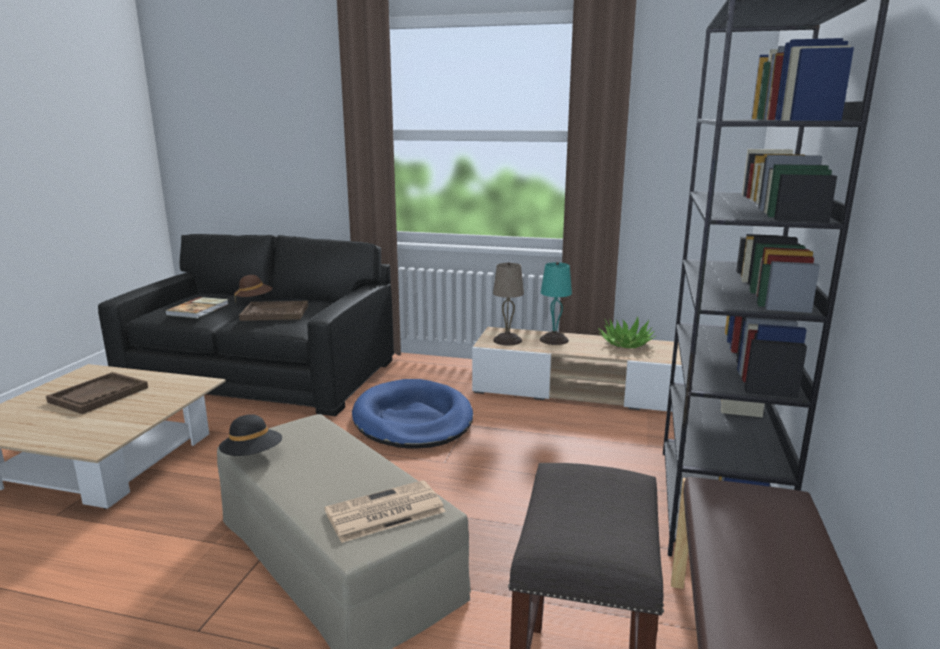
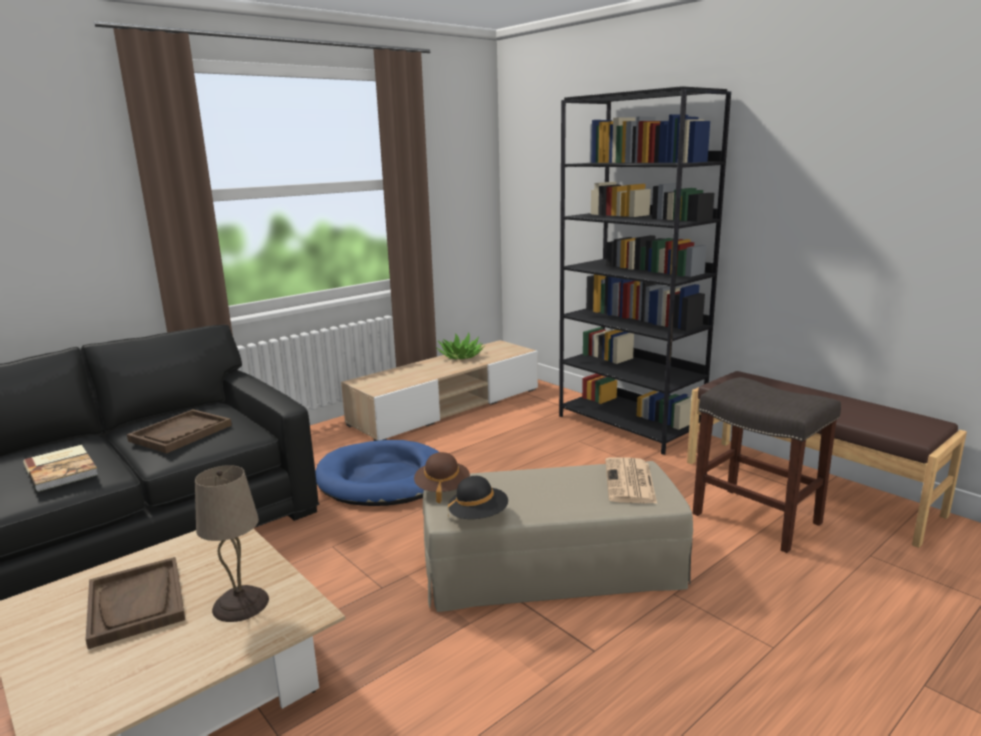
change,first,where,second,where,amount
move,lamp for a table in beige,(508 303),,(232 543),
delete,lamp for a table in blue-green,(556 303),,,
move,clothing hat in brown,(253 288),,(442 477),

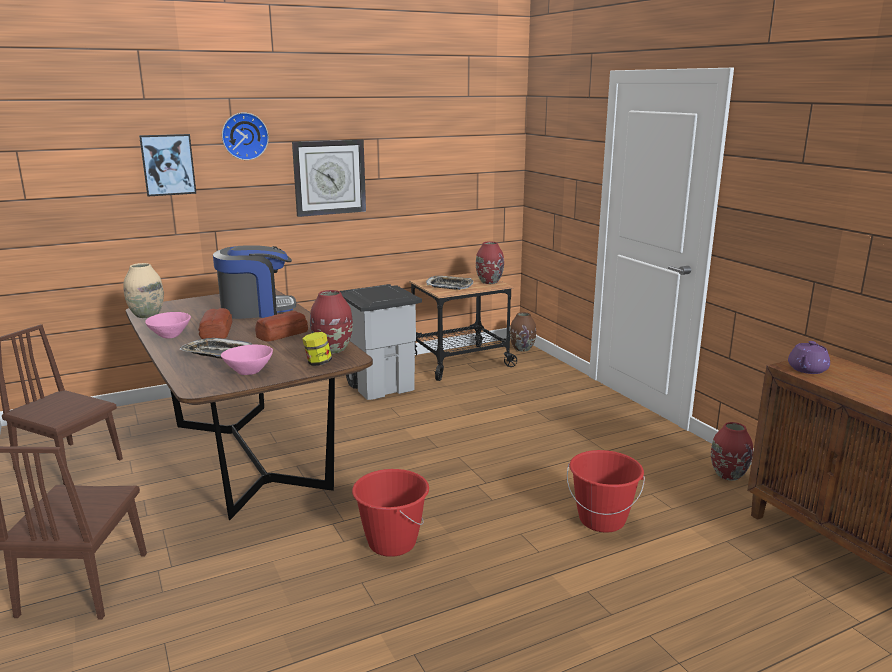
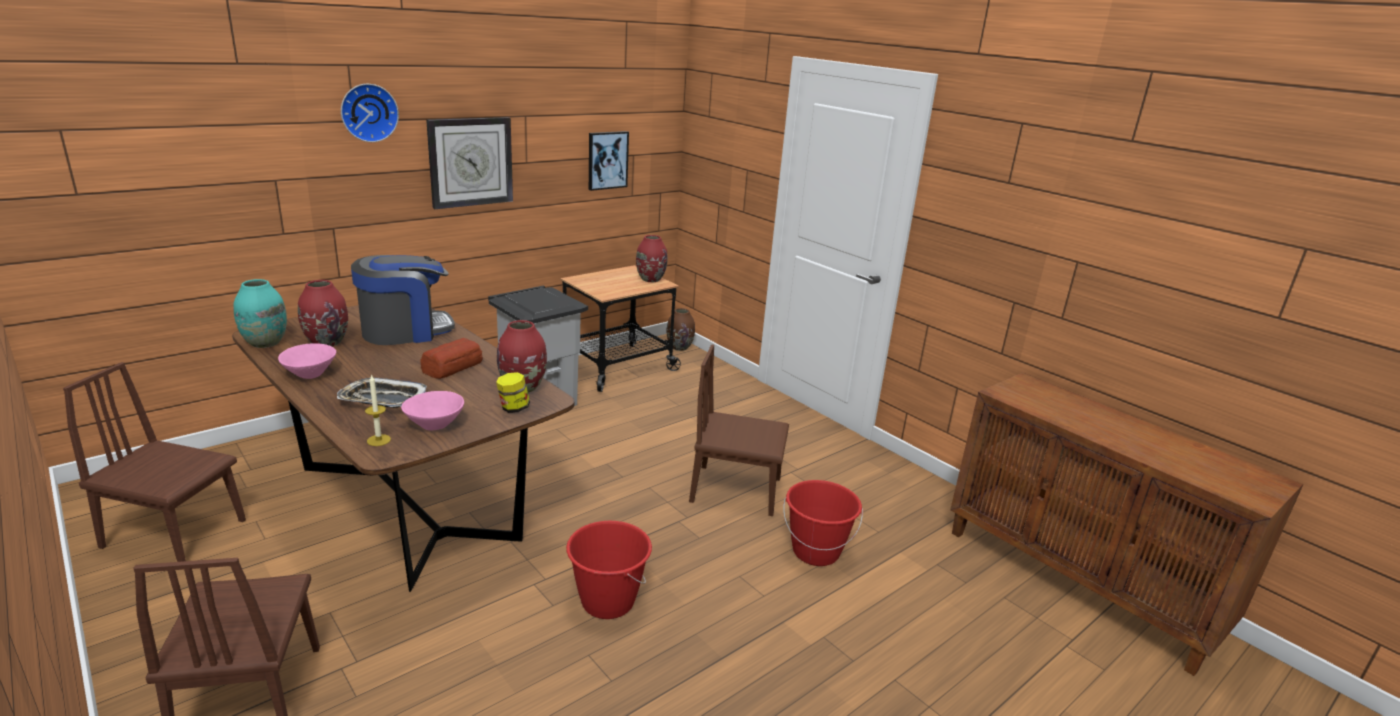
change,first,where,second,where,amount
move,wall art,(167 165),,(609 161),
recolor,vase in beige,(143 290),vase in blue-green,(260 313),
delete,carrying tray,(449 283),,,
delete,baked bread,(215 323),,,
delete,pot for tea in purple,(809 357),,,
move,vase in red,(732 451),,(323 313),
insert,,,plain chair in brown,(739 430),
insert,,,wax candle,(378 410),

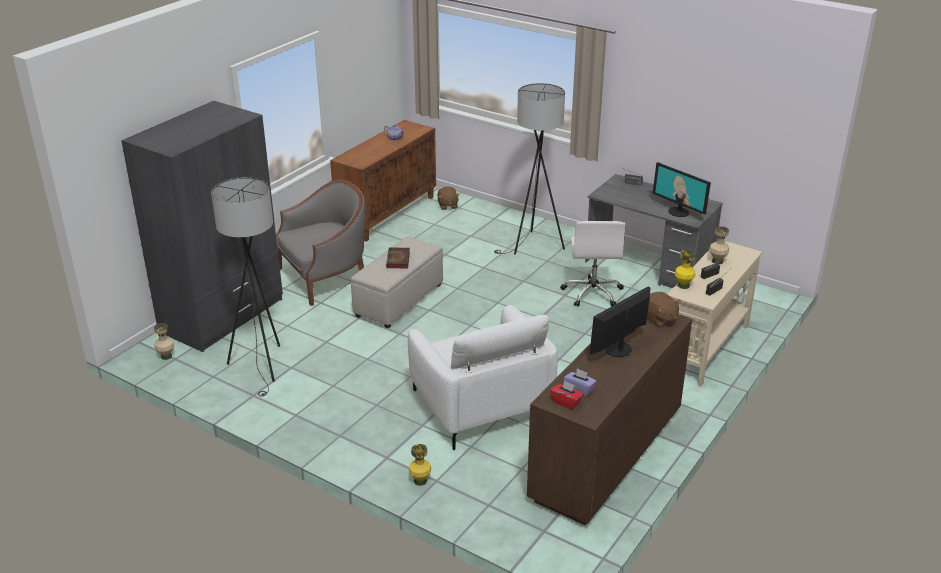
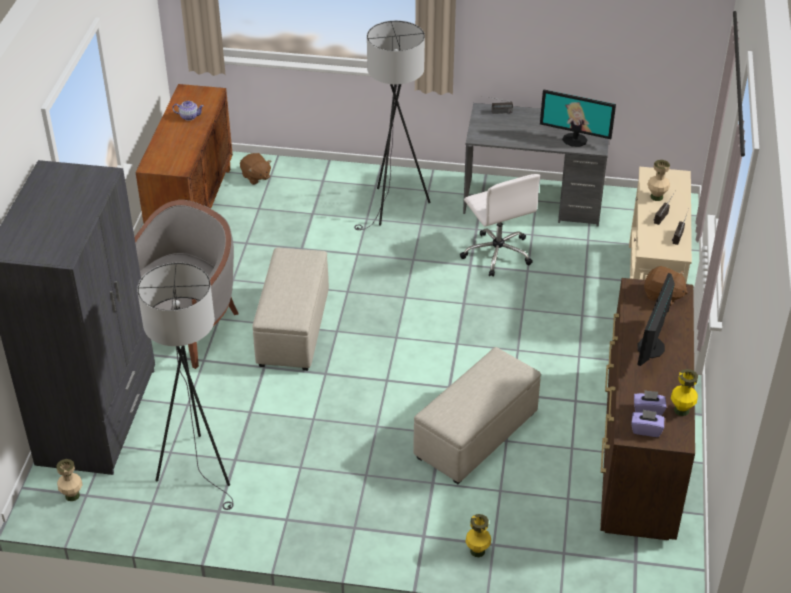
change,first,where,second,where,amount
delete,bound book,(398 258),,,
move,vase in yellow,(685 269),,(684 392),
replace,lounge chair in white,(483 377),ottoman in beige,(477 415),
recolor,box of tissues in red,(566 395),box of tissues in purple,(647 423),

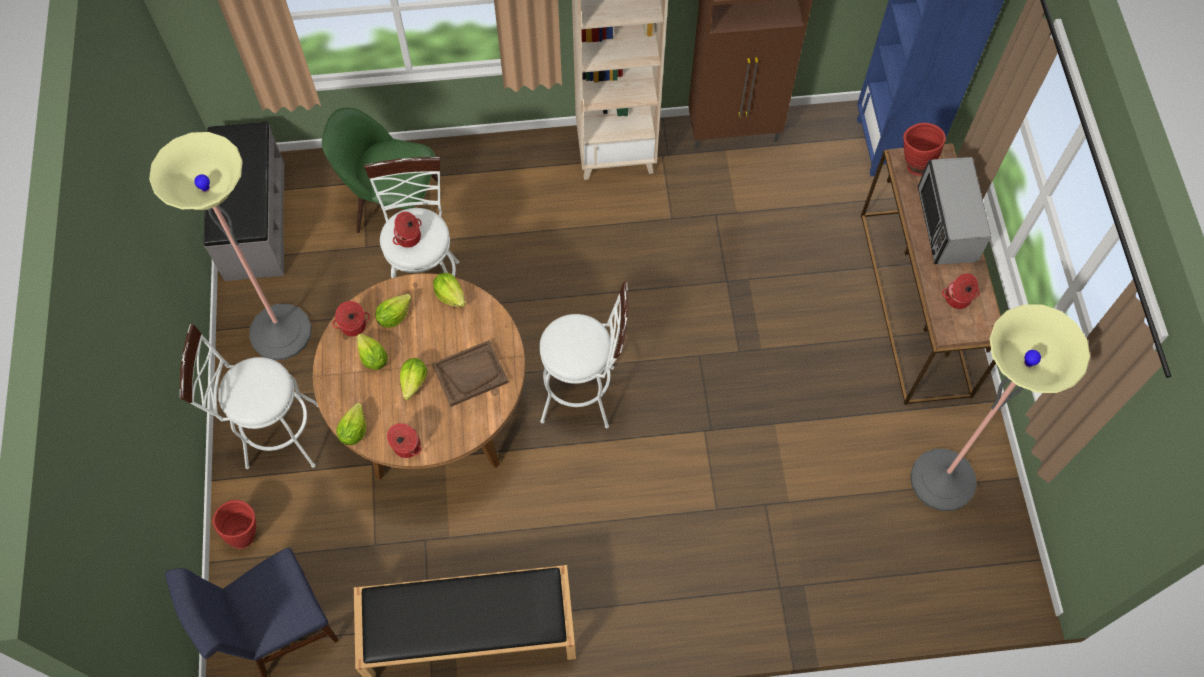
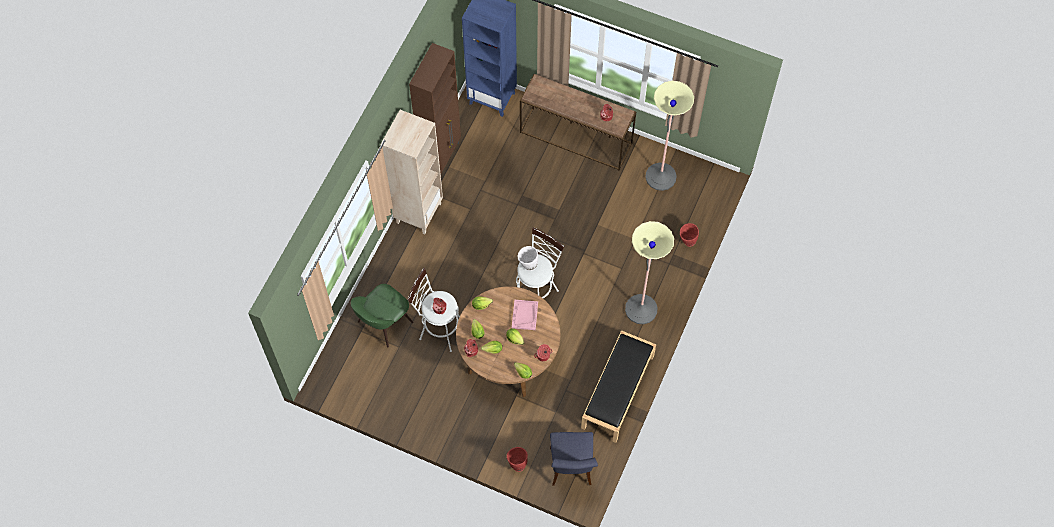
change,first,where,second,where,amount
delete,long seat in gray,(244 201),,,
move,vase in red,(924 149),,(689 235),
move,standing lamp,(230 246),,(649 272),
delete,kitchen microwave,(954 211),,,
delete,sitting stool in white,(249 396),,,
recolor,carrying tray in brown,(470 373),carrying tray in pink,(525 315),
insert,,,vase in white,(528 258),

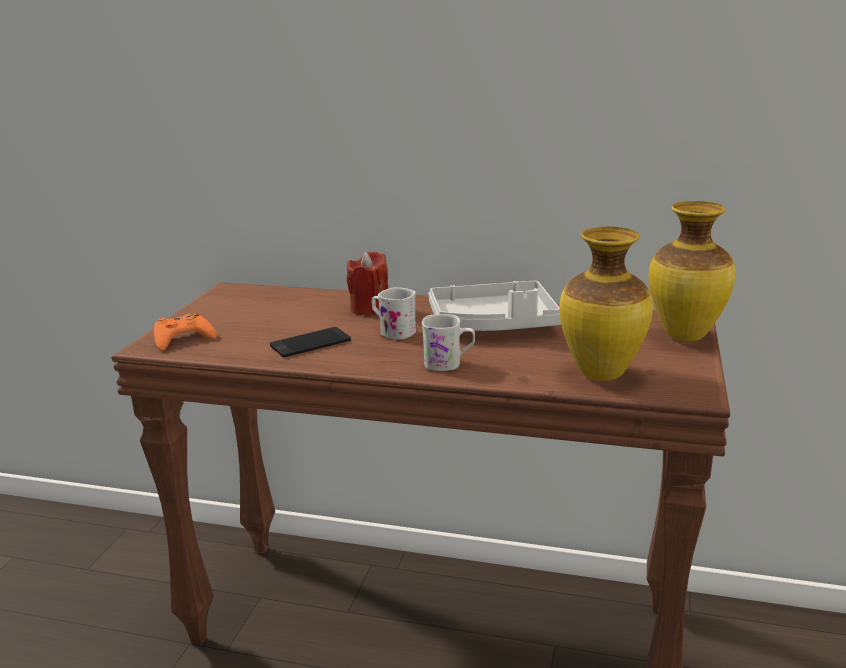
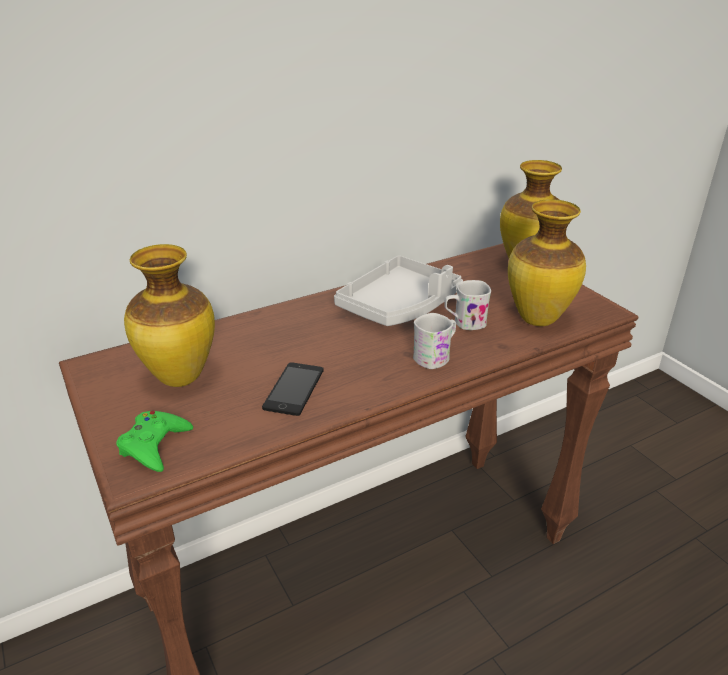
change,first,where,second,where,amount
delete,wax candle in red,(367 283),,,
move,tea mug in white,(394 313),,(467 305),
recolor,joypad in orangey,(185 332),joypad in green,(154 441),
insert,,,vase,(169 315),

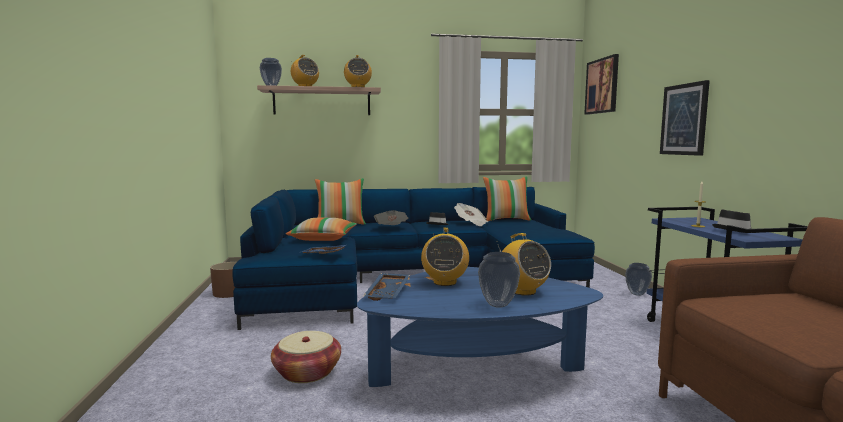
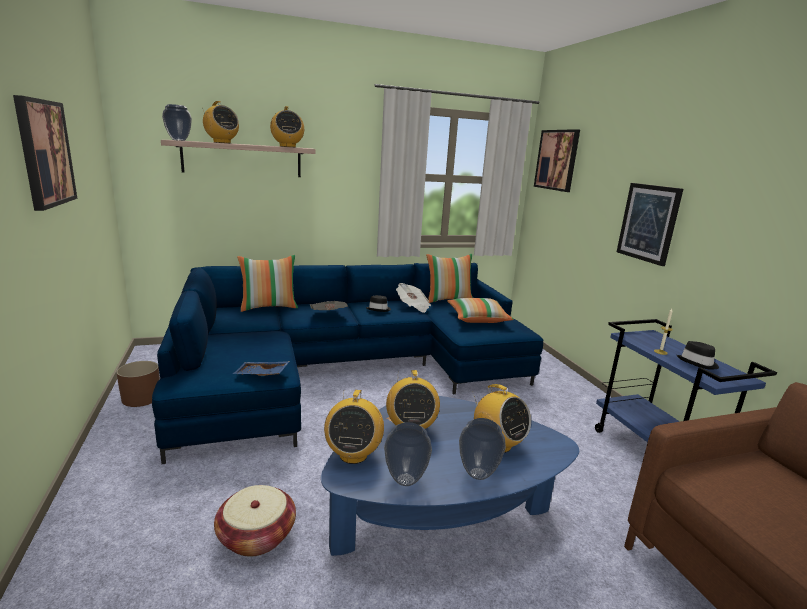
change,first,where,second,where,amount
move,throw pillow,(321 229),,(480 310),
move,vase,(638 279),,(408 454),
replace,carrying tray in blue,(386 287),radio set,(354 427),
insert,,,wall art,(45 153),

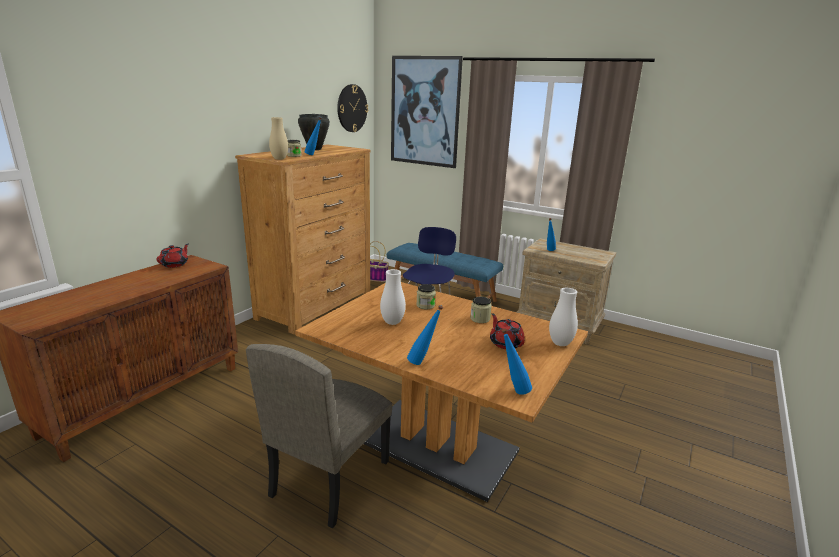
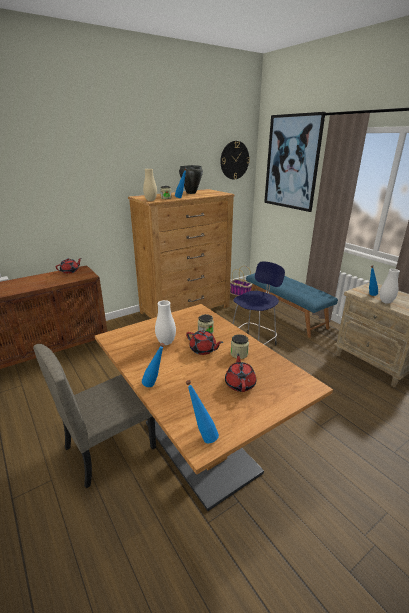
change,first,where,second,where,amount
move,vase in white,(563 317),,(390 286),
insert,,,pot for tea in red,(204 343),

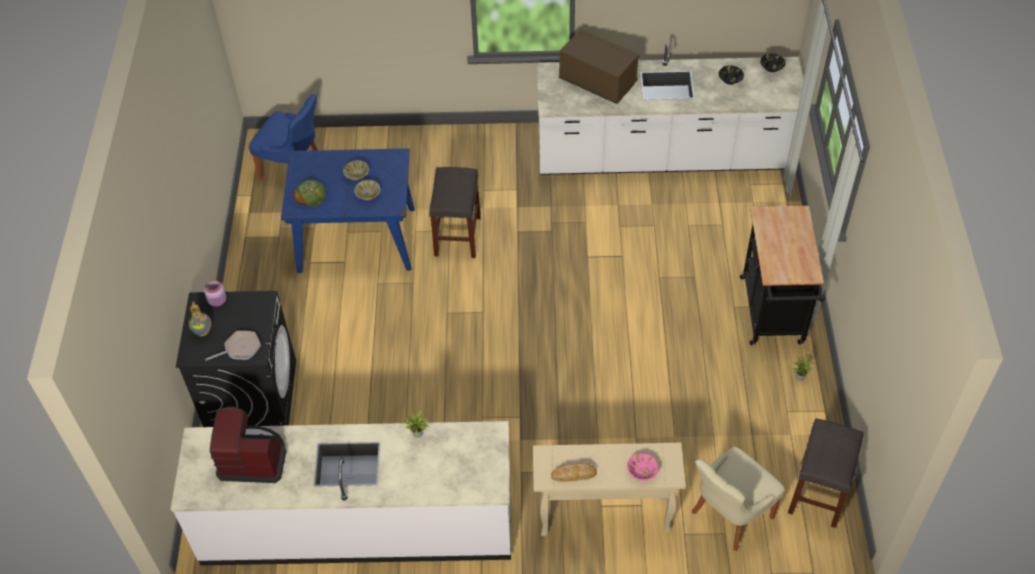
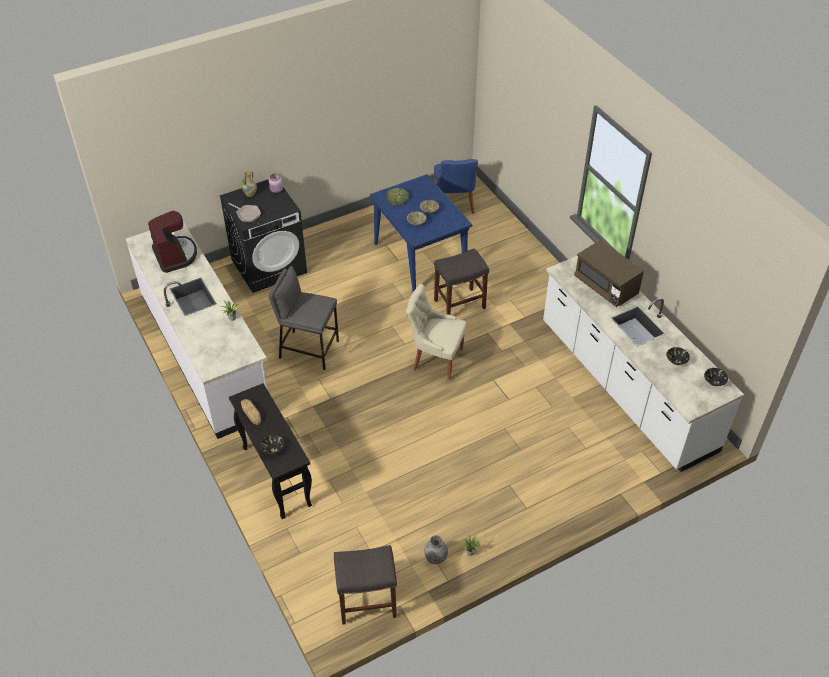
change,first,where,second,where,amount
rotate,kitchen microwave in brown,(599 66),,(609 273),135 degrees clockwise
delete,trolley in black,(782 275),,,
recolor,hall table in beige,(609 489),hall table in black,(270 451),
move,plain chair in beige,(738 499),,(436 332),
recolor,bowl in pink,(642 467),bowl in black,(272 444),
insert,,,sitting stool in gray,(303 318),
insert,,,vase in gray,(436 549),

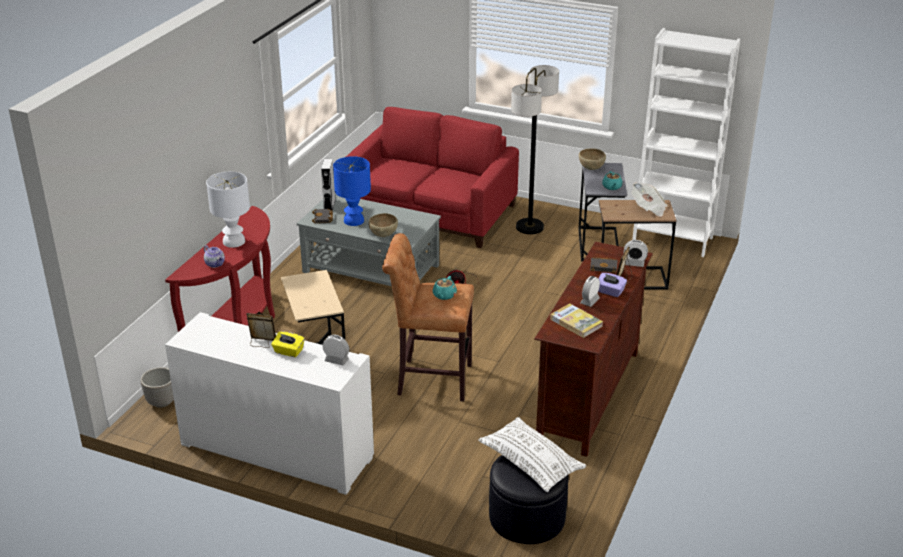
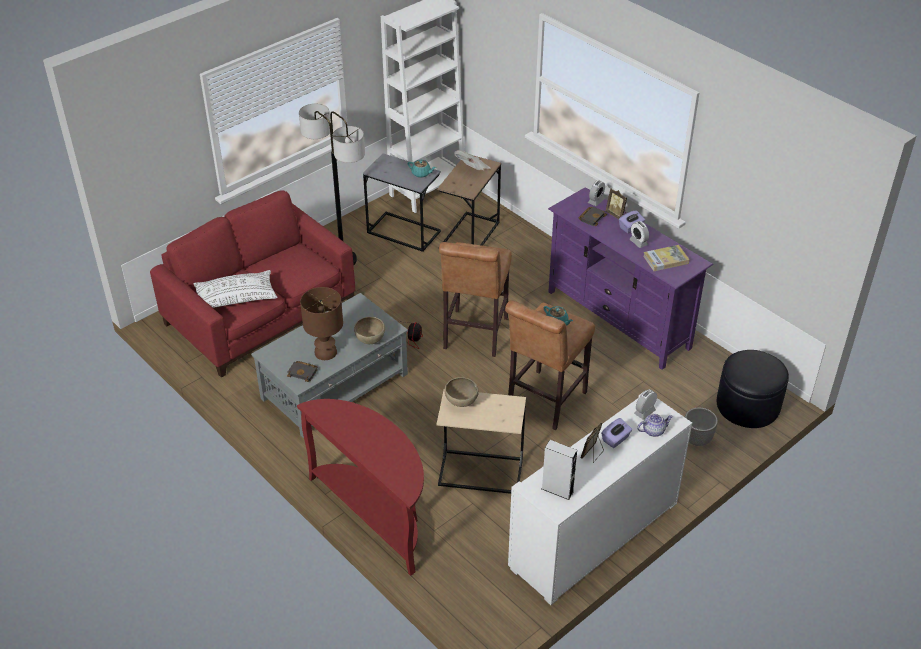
change,first,where,second,where,amount
move,bowl in brown,(592 159),,(461 392),
recolor,lamp for a table in blue,(352 191),lamp for a table in brown,(321 323),
move,speaker in gray,(328 185),,(559 470),
delete,lamp for a table in white,(228 210),,,
recolor,tv unit in brown,(593 349),tv unit in purple,(630 278),
move,pot for tea,(214 256),,(655 425),
recolor,box of tissues in yellow,(288 344),box of tissues in purple,(616 433),
move,plant pot,(157 387),,(701 427),
move,throw pillow in white,(532 454),,(235 289),
insert,,,sitting stool in brown,(475 299),

